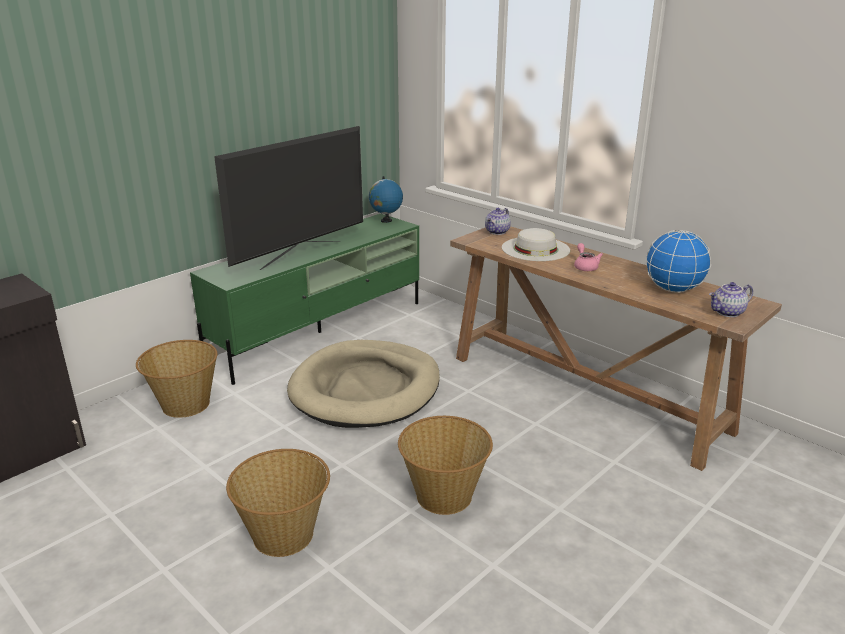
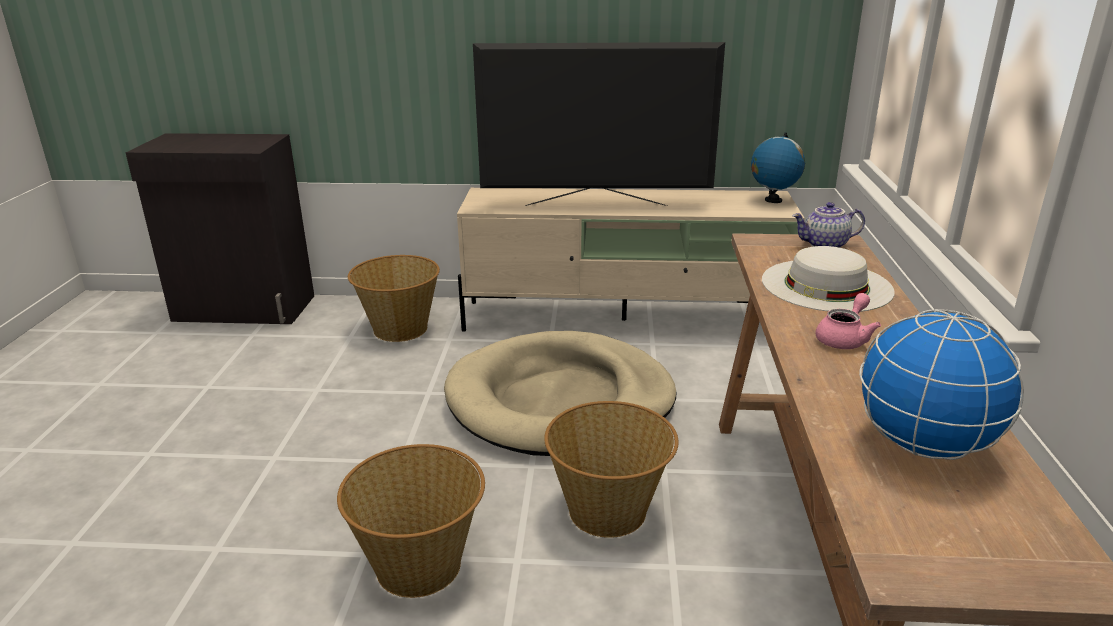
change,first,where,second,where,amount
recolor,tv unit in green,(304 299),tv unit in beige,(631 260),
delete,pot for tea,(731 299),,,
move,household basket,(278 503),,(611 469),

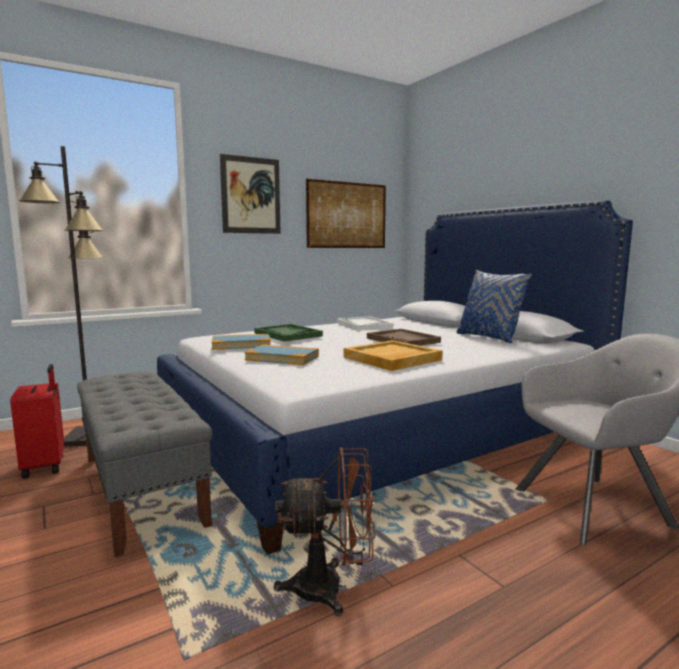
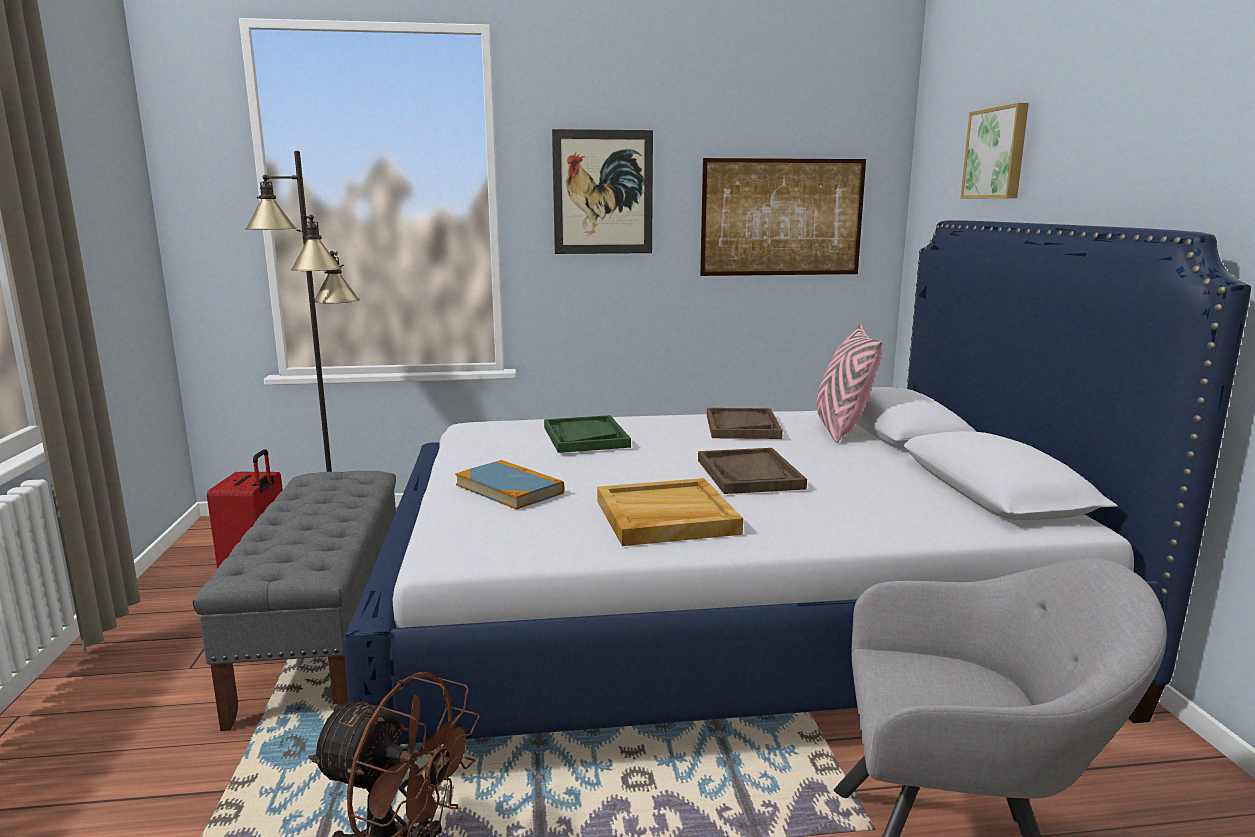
change,first,where,second,where,amount
delete,throw pillow in blue,(494 306),,,
recolor,carrying tray in white,(365 324),carrying tray in brown,(745 423),
delete,bound book,(241 342),,,
insert,,,wall art,(995 150),
insert,,,throw pillow in pink,(849 383),

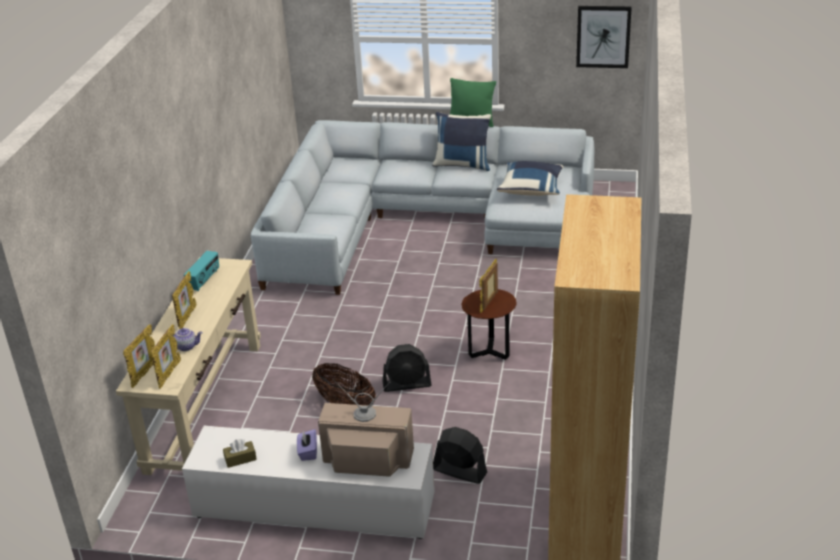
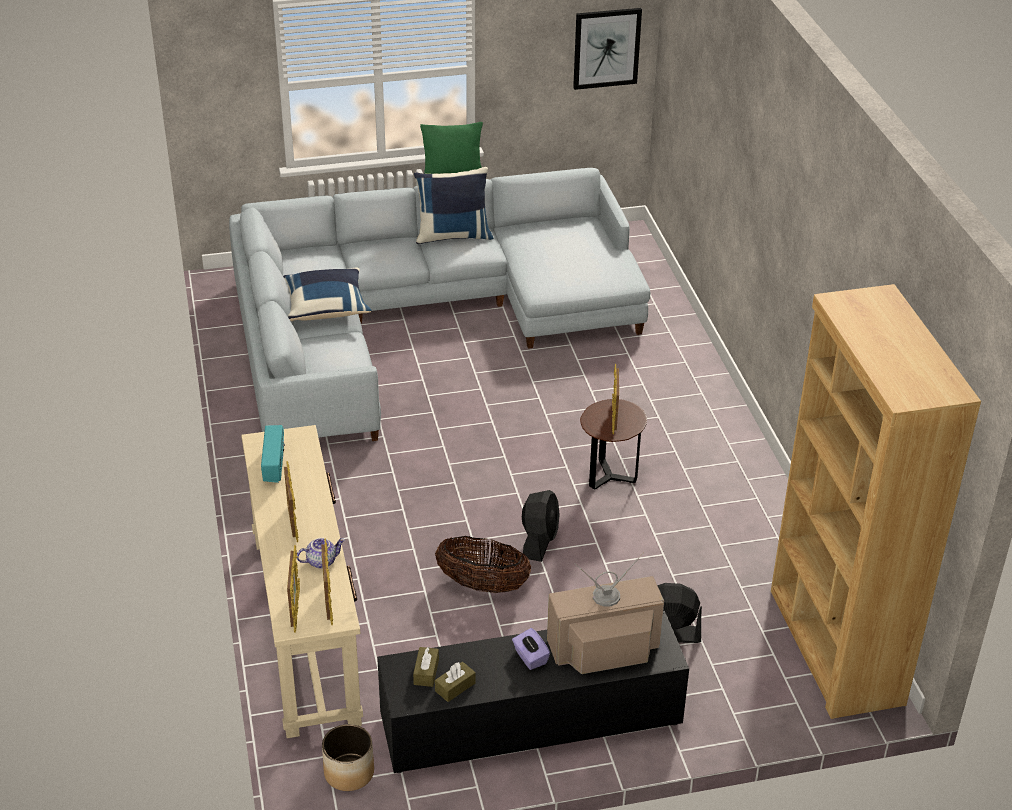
change,first,where,second,where,amount
move,throw pillow in blue,(530 178),,(327 294),
rotate,cooling fan in black,(407 368),,(541 526),45 degrees counterclockwise
recolor,tv unit in white,(308 482),tv unit in black,(533 692),
insert,,,box of tissues in brown,(426 667),
insert,,,plant pot,(348 757),

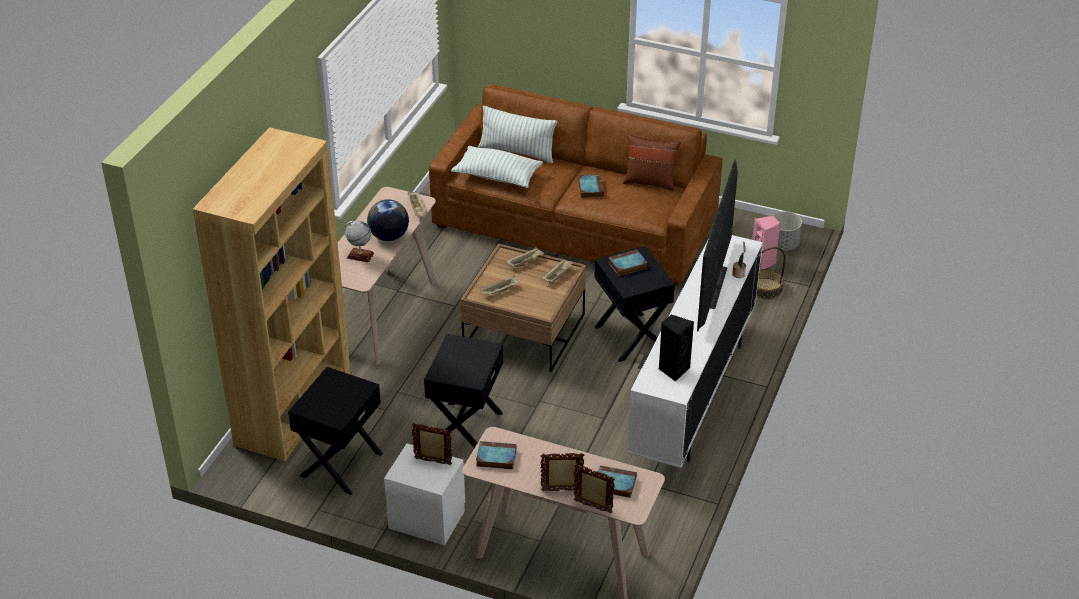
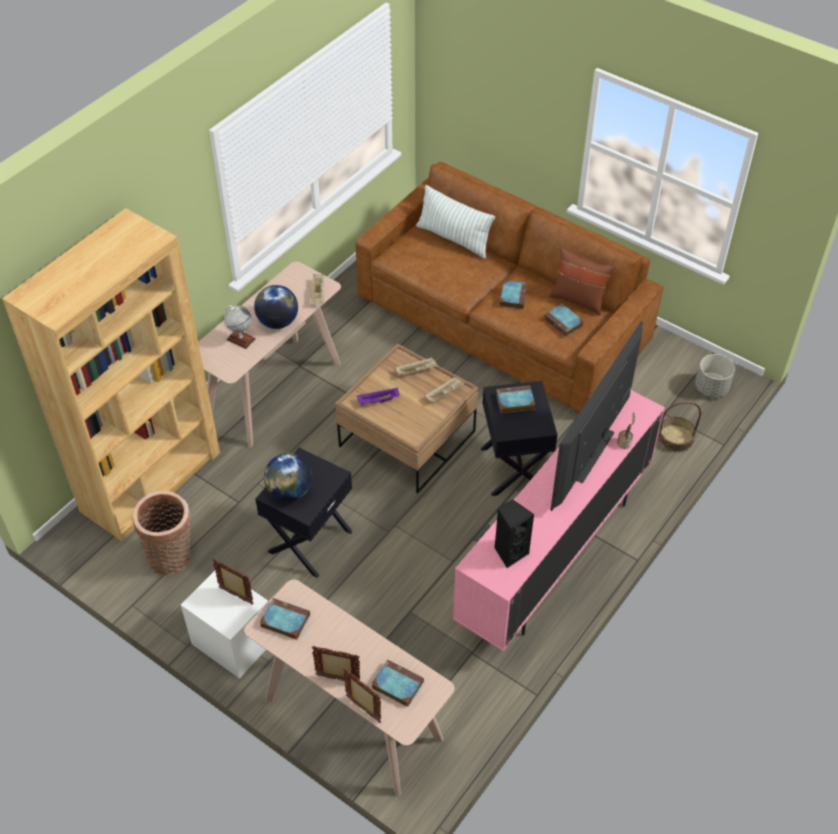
change,first,where,second,where,amount
delete,throw pillow,(497 167),,,
delete,speaker in pink,(766 242),,,
recolor,tv unit in white,(695 351),tv unit in pink,(559 520),
recolor,carrying tray in beige,(498 285),carrying tray in purple,(378 396),
replace,end table in black,(335 431),household basket,(161 533),
insert,,,bound book,(564 320),
insert,,,desk globe,(288 477),

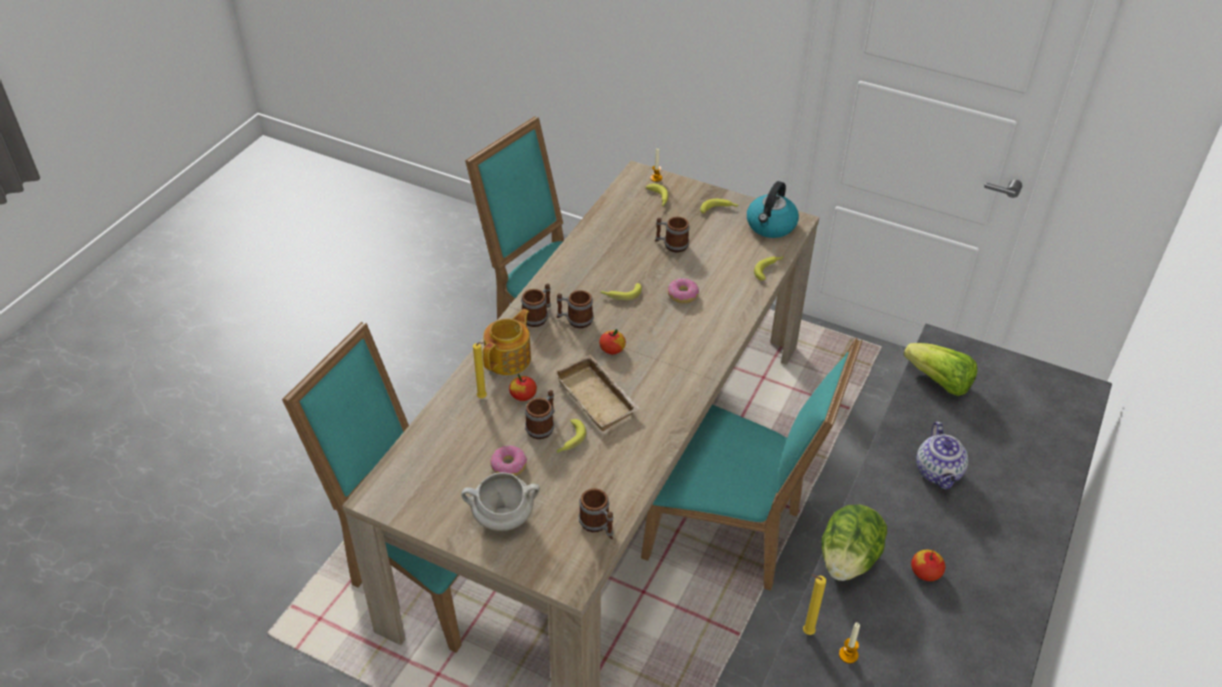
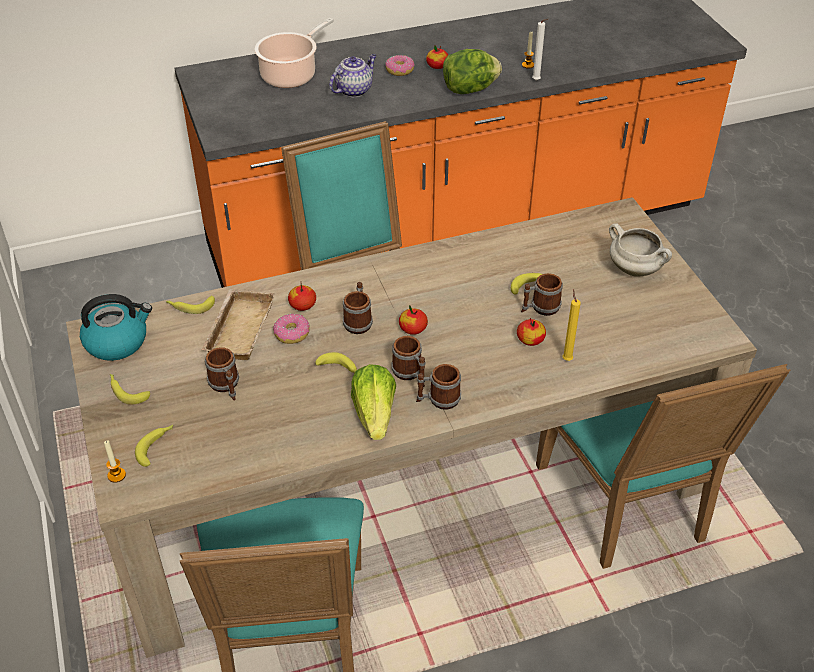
change,first,where,second,where,amount
delete,pot for tea,(507 342),,,
move,lettuce head,(940 369),,(373 402),
move,carrying tray in beige,(596 392),,(238 324),
move,doughnut,(508 460),,(400 65),
move,tea mug,(596 513),,(358 308),
recolor,wax candle in yellow,(814 604),wax candle in white,(540 50),
insert,,,saucepot,(294 53),
insert,,,apple,(302 297),

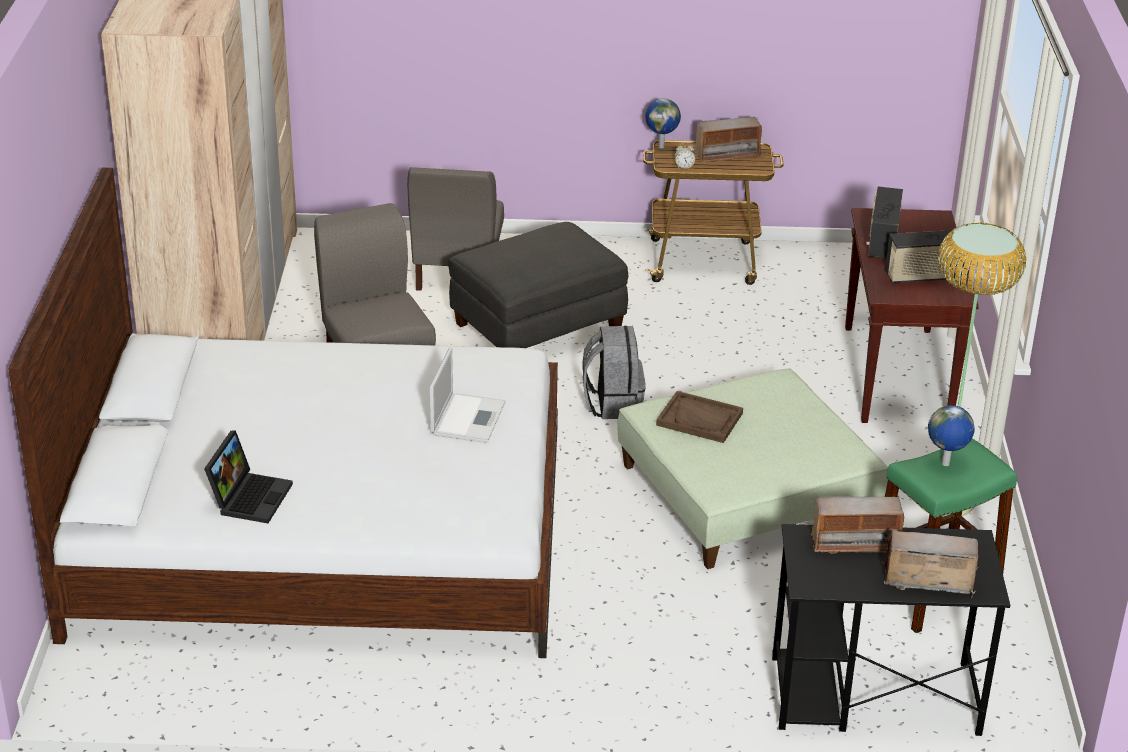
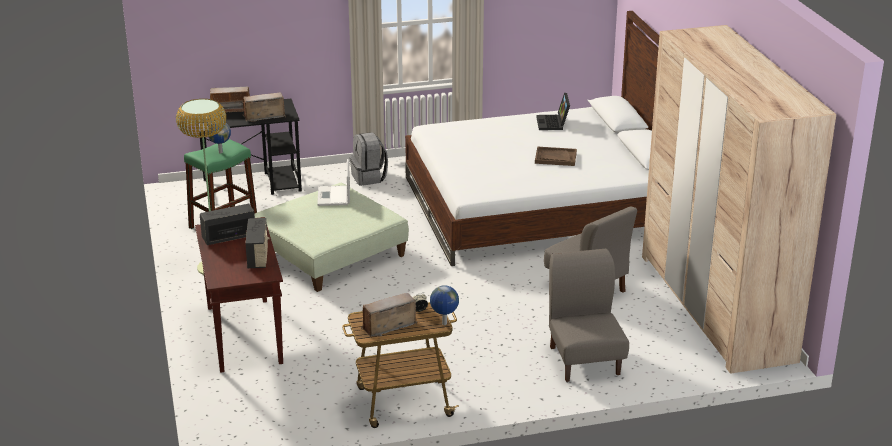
change,first,where,second,where,amount
delete,ottoman in gray,(538 285),,,
move,rucksack in gray,(614 372),,(369 159),
move,laptop,(468 395),,(333 182),
move,carrying tray in brown,(699 417),,(556 156),

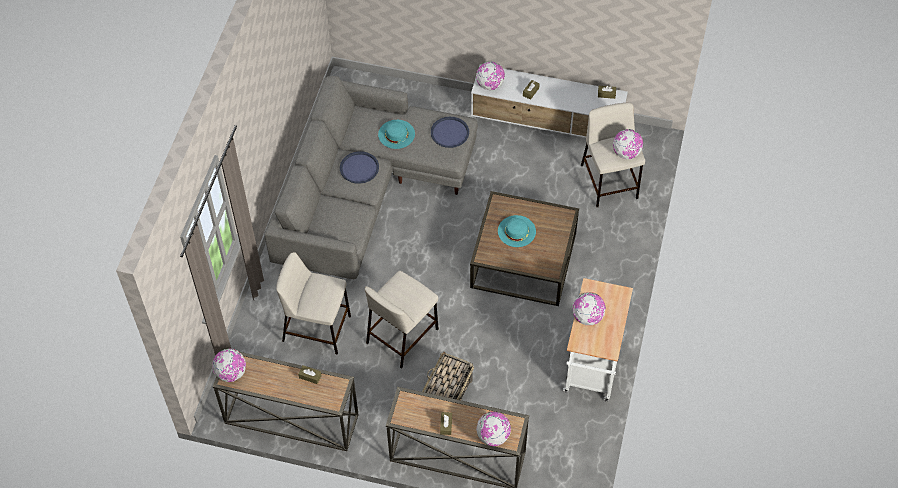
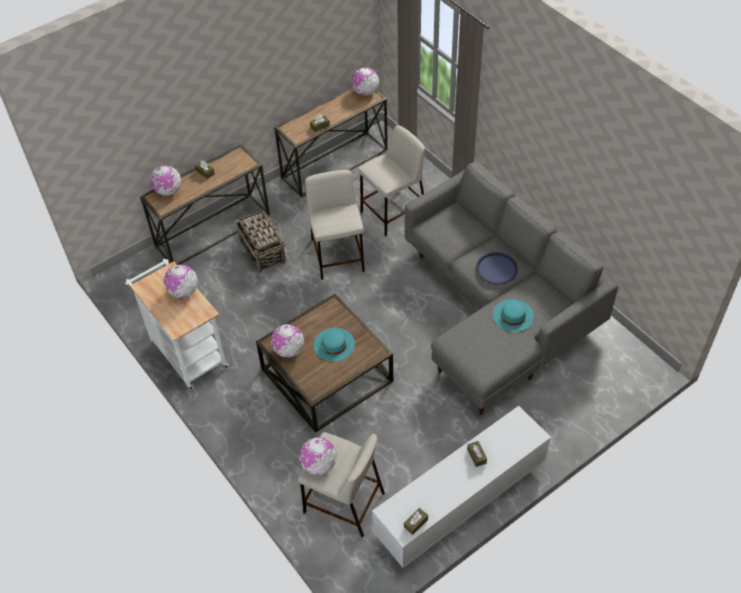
change,first,where,second,where,amount
move,desk globe,(490 76),,(287 341),
delete,carrying tray in blue,(450 132),,,

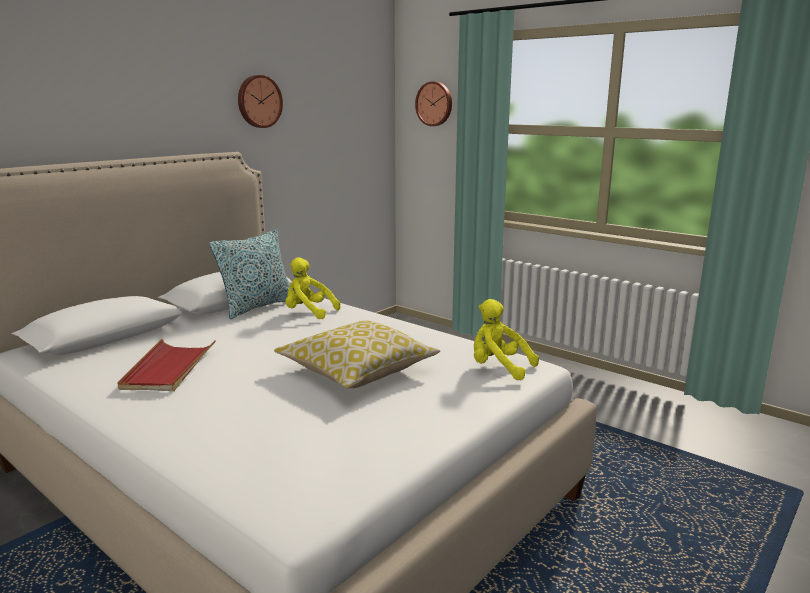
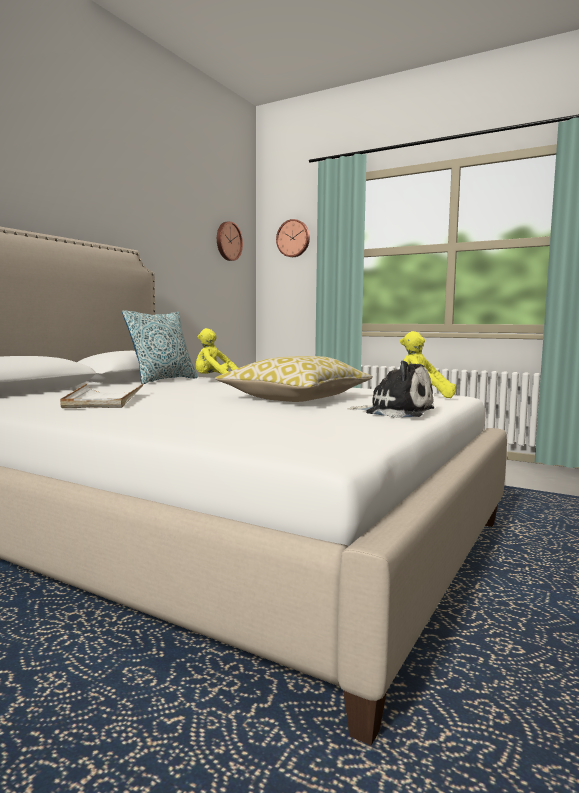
change,first,where,second,where,amount
move,wall clock,(260 101),,(230 241),
recolor,carrying tray in red,(166 365),carrying tray in white,(101 396),
insert,,,cuddly toy,(390 389),

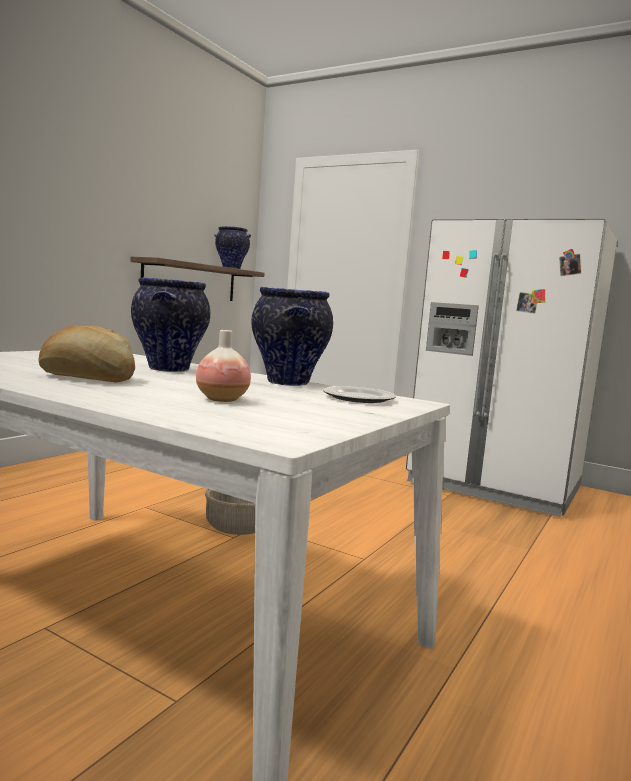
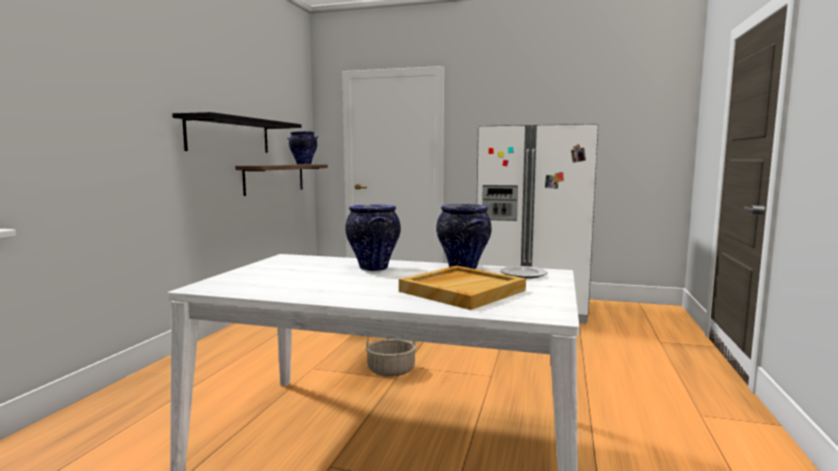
change,first,where,second,where,amount
delete,baked bread,(86 354),,,
replace,vase,(223 366),carrying tray in beige,(462 288),
insert,,,wall shelf in black,(237 132),

